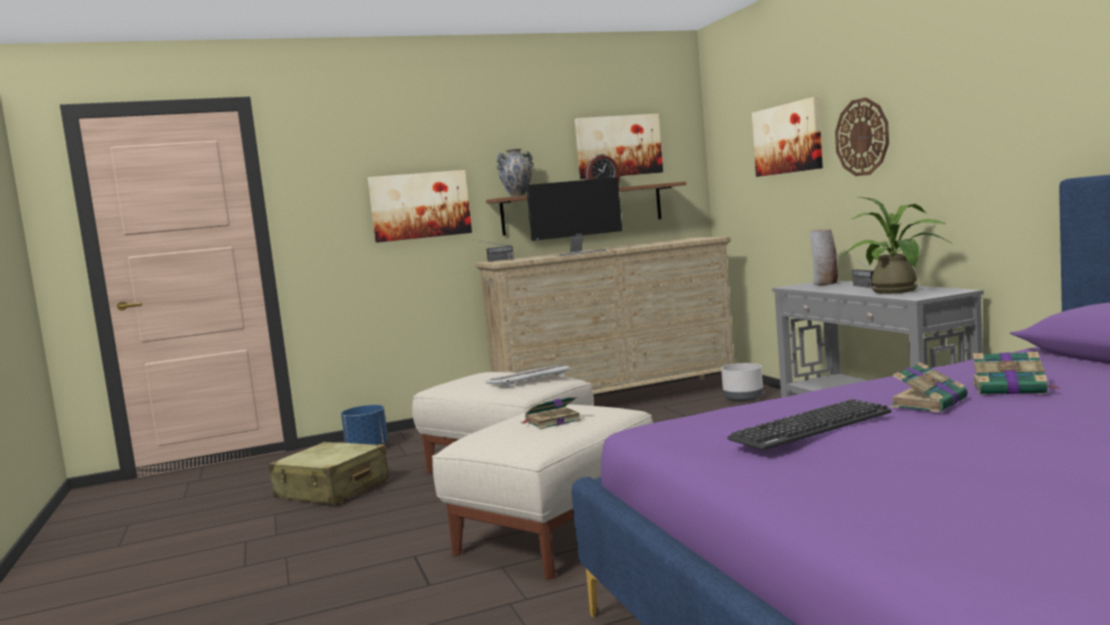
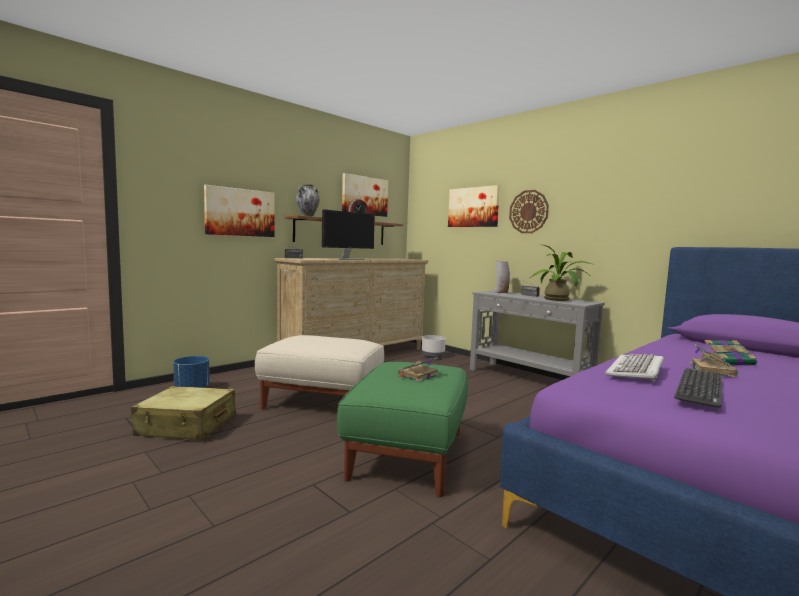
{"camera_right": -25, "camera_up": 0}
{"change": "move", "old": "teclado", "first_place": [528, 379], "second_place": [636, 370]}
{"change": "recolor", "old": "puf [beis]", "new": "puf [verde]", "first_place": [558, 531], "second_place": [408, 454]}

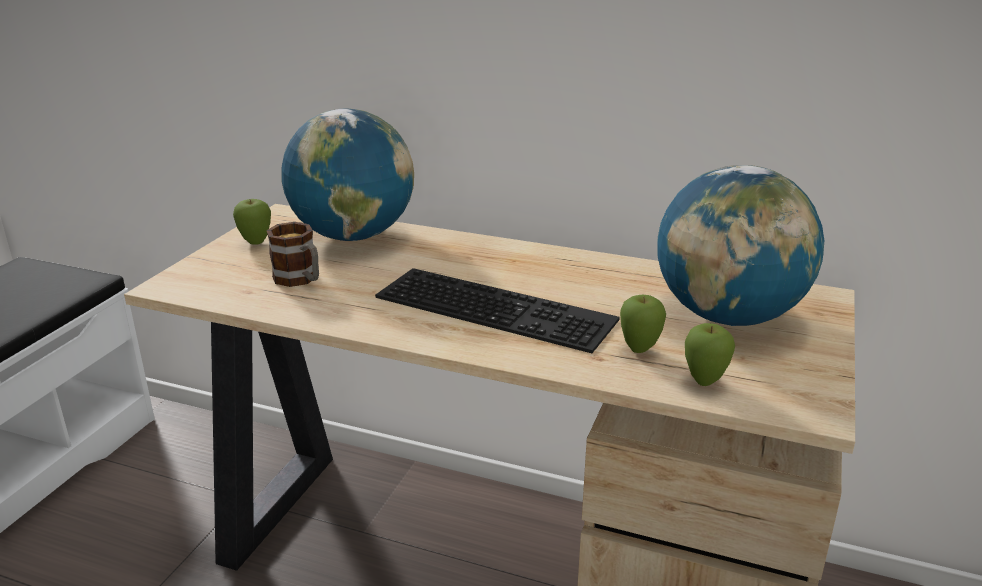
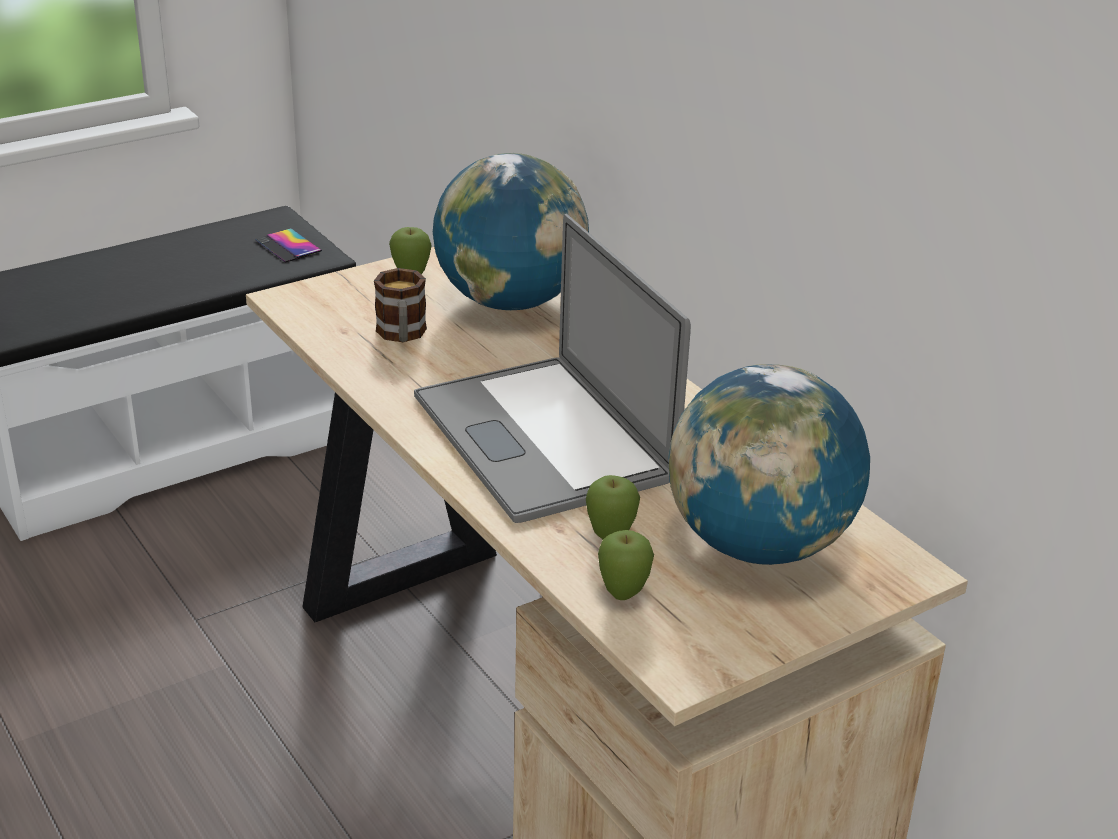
{"camera_right": 35, "camera_up": 5}
{"change": "replace", "old": "teclado", "new": "portátil", "first_place": [498, 307], "second_place": [542, 437]}
{"change": "insert", "new": "móvil", "second_place": [288, 246]}

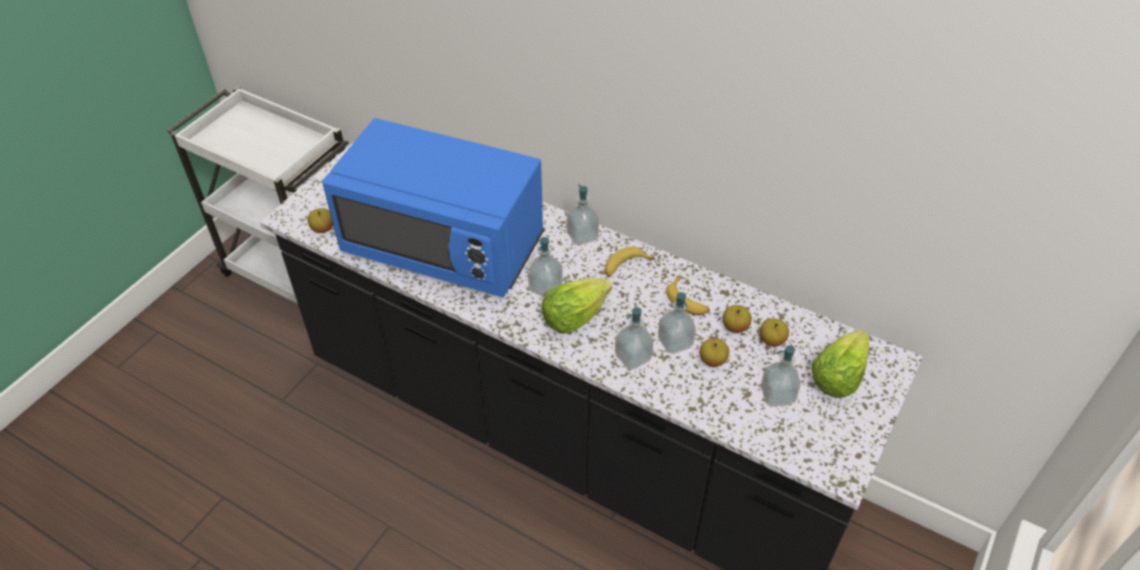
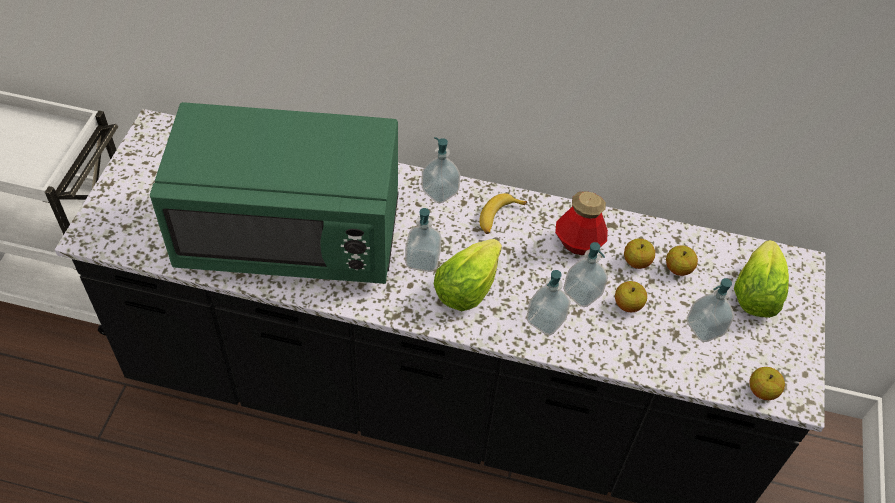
{"camera_right": -20, "camera_up": 5}
{"change": "recolor", "old": "microondas [azul]", "new": "microondas [verde]", "first_place": [445, 246], "second_place": [291, 235]}
{"change": "move", "old": "manzana", "first_place": [323, 229], "second_place": [762, 391]}
{"change": "replace", "old": "plátano", "new": "botella", "first_place": [687, 301], "second_place": [578, 243]}

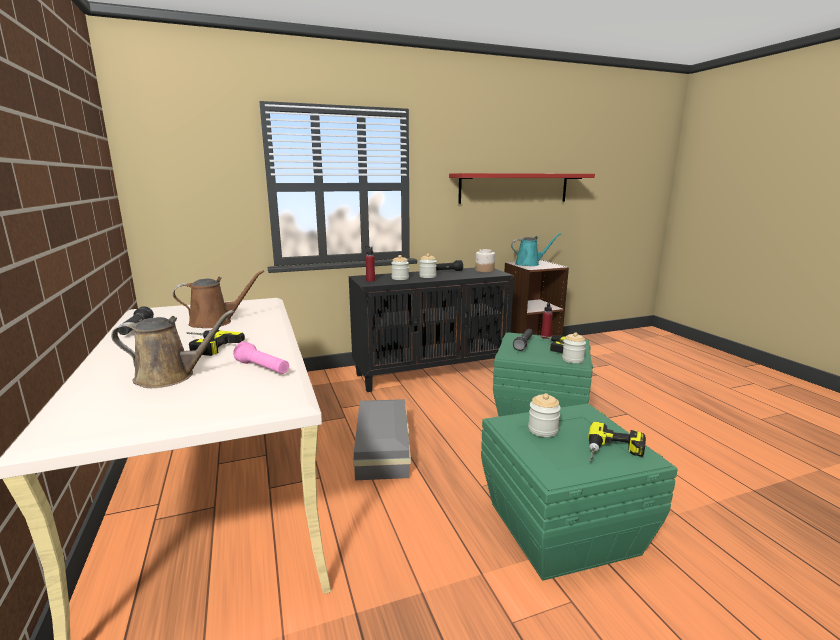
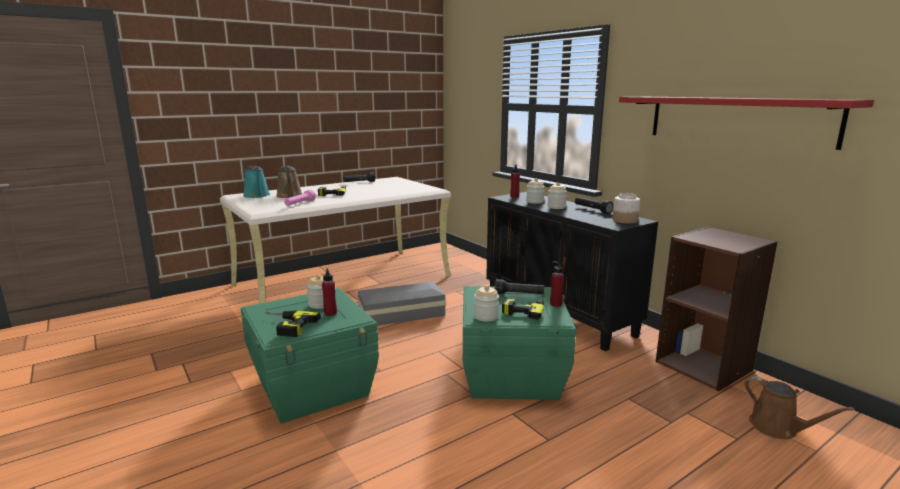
{"camera_right": 75, "camera_up": 0}
{"change": "move", "old": "regadera [turquesa]", "first_place": [529, 264], "second_place": [257, 195]}
{"change": "move", "old": "regadera [marrón]", "first_place": [215, 322], "second_place": [777, 428]}
{"change": "insert", "new": "botella [rojo]", "second_place": [330, 313]}

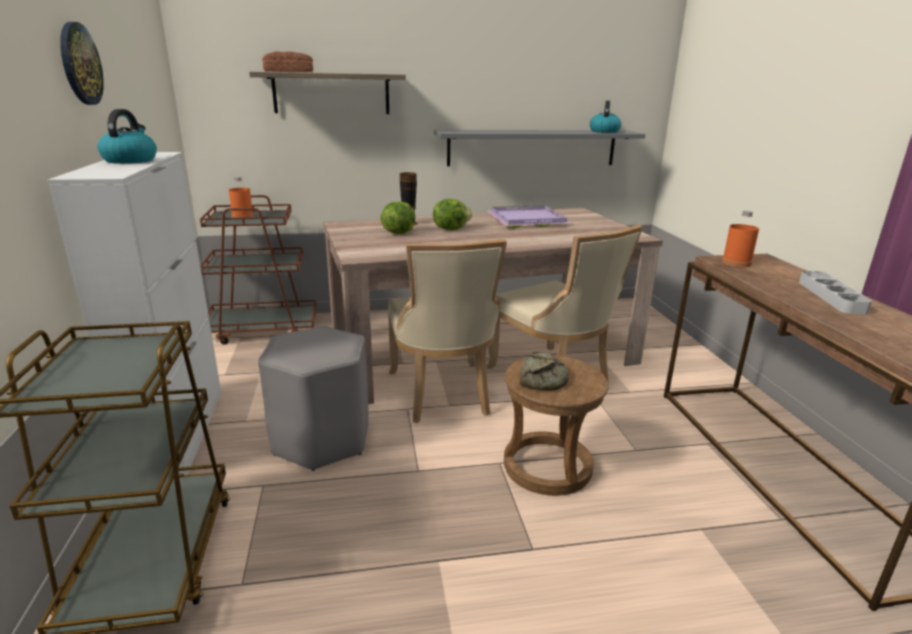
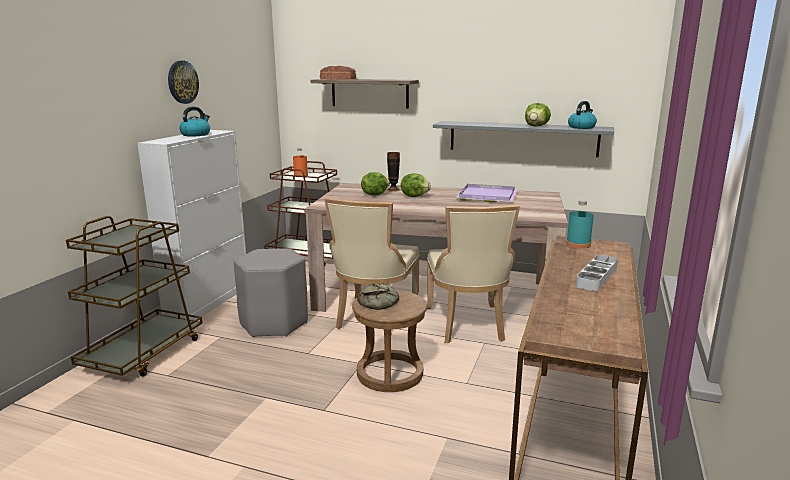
{"camera_right": 30, "camera_up": -5}
{"change": "recolor", "old": "botella [naranja]", "new": "botella [turquesa]", "first_place": [736, 263], "second_place": [578, 244]}
{"change": "insert", "new": "lechuga", "second_place": [536, 126]}

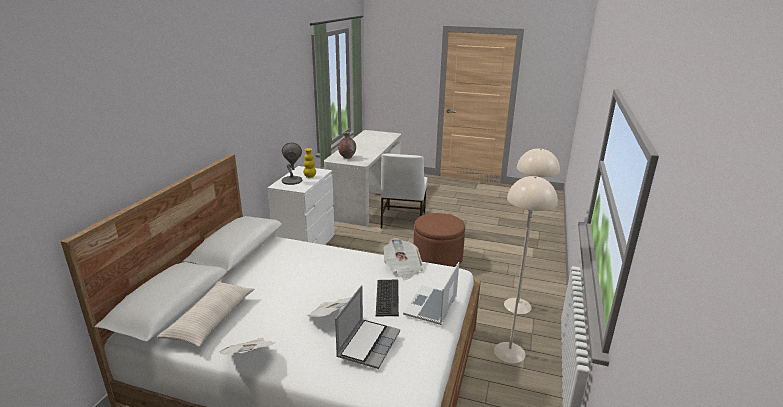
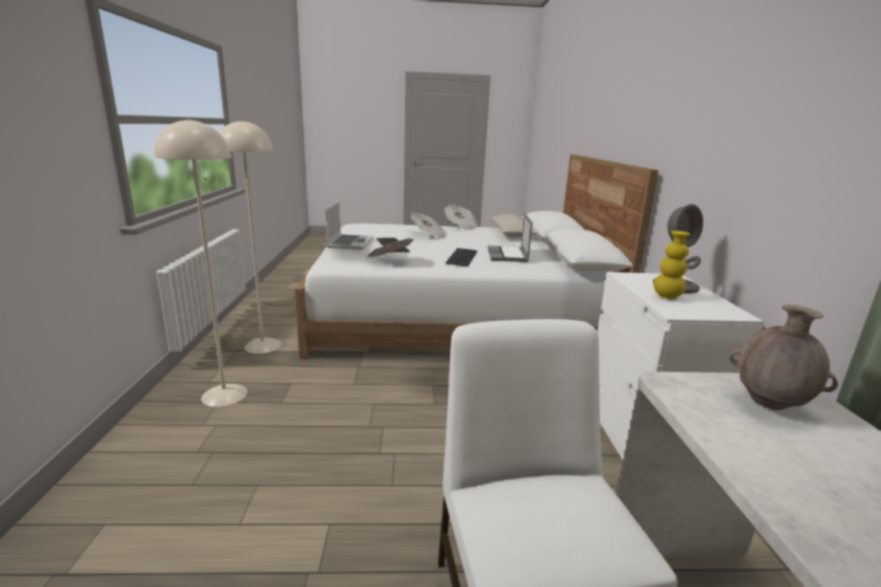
{"camera_right": 160, "camera_up": -5}
{"change": "delete", "old": "puf [marrón]", "first_place": [437, 258]}
{"change": "move", "old": "portátil", "first_place": [368, 344], "second_place": [508, 255]}
{"change": "insert", "new": "teclado", "second_place": [462, 257]}

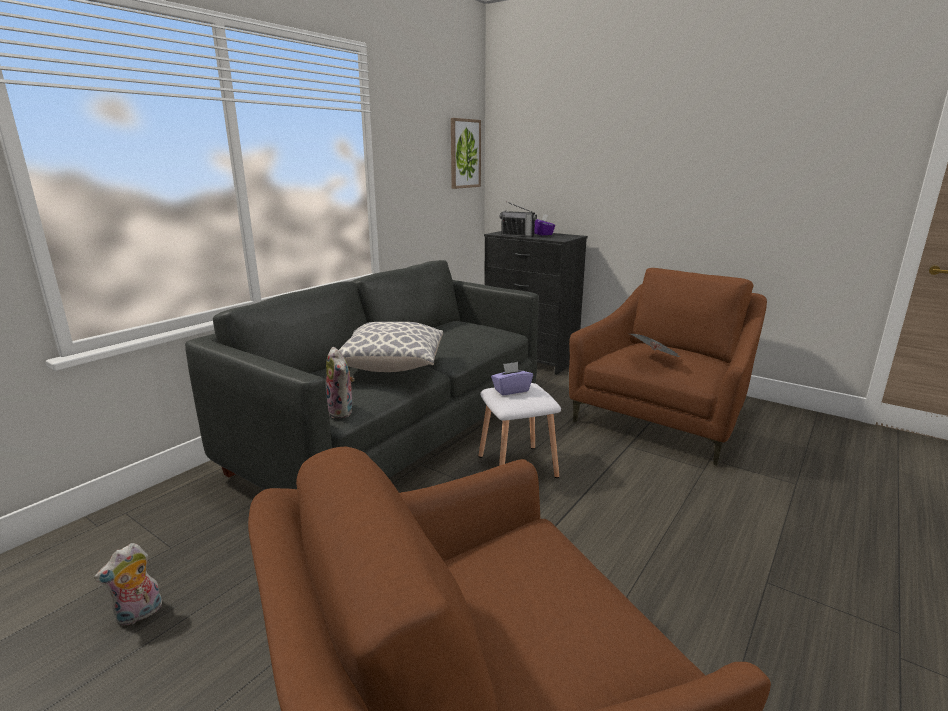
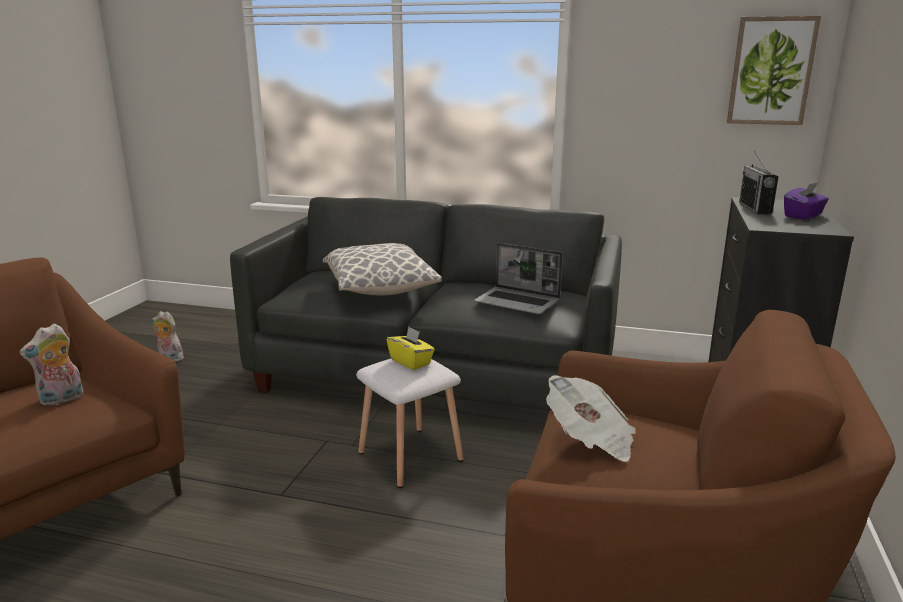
{"camera_right": 70, "camera_up": 0}
{"change": "move", "old": "peluche", "first_place": [342, 411], "second_place": [61, 400]}
{"change": "recolor", "old": "caja de pañuelos [morado]", "new": "caja de pañuelos [amarillo]", "first_place": [511, 390], "second_place": [411, 362]}
{"change": "insert", "new": "portátil", "second_place": [518, 302]}

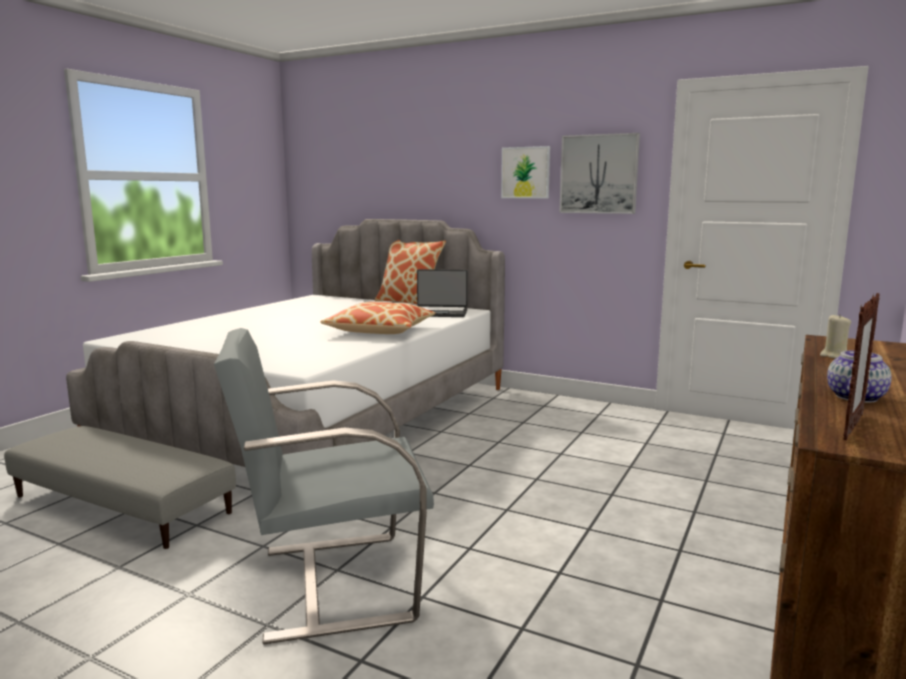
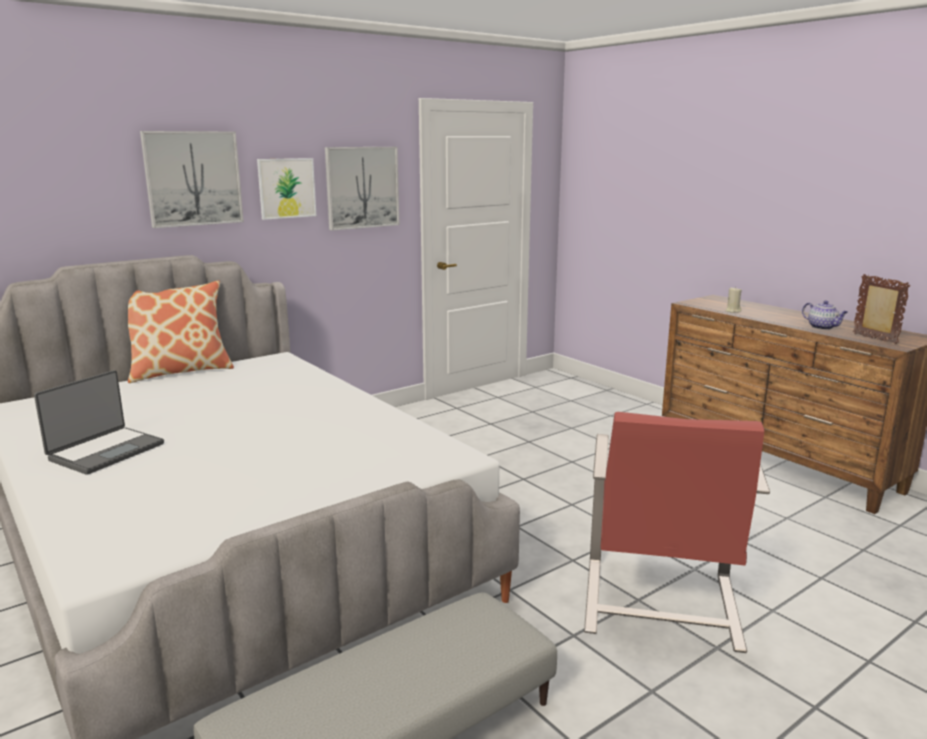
{"camera_right": -65, "camera_up": 5}
{"change": "move", "old": "portátil", "first_place": [440, 313], "second_place": [105, 451]}
{"change": "delete", "old": "cojín", "first_place": [380, 330]}
{"change": "recolor", "old": "sillón [gris]", "new": "sillón [rojo]", "first_place": [333, 583], "second_place": [660, 605]}
{"change": "insert", "new": "cuadro", "second_place": [193, 178]}

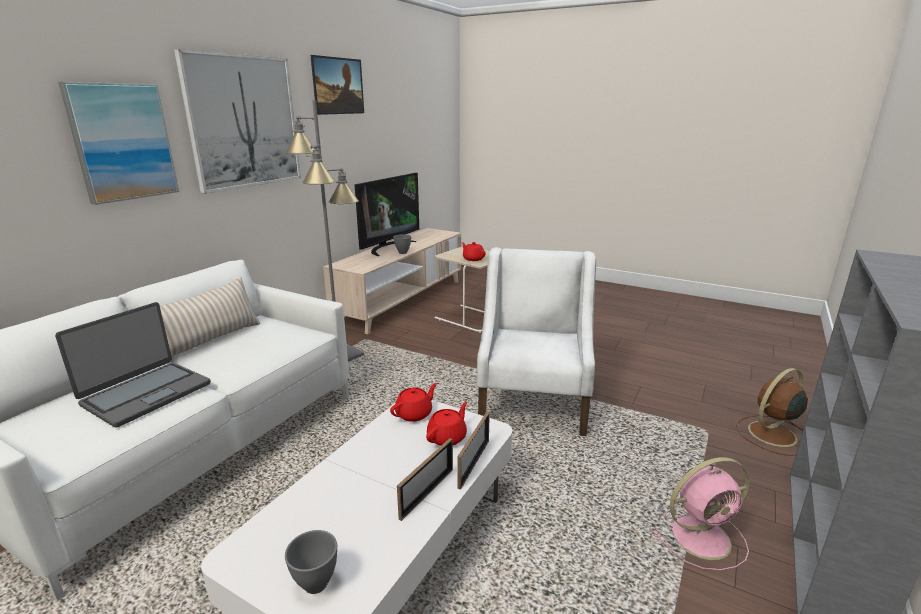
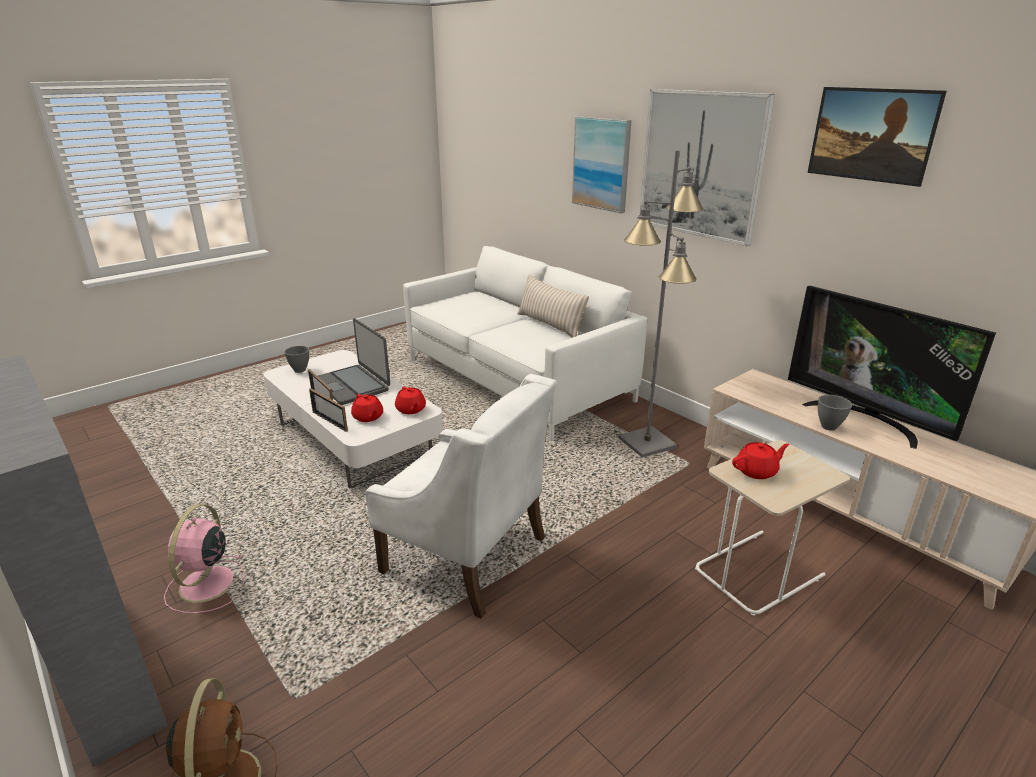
{"camera_right": 110, "camera_up": 5}
{"change": "move", "old": "portátil", "first_place": [146, 394], "second_place": [352, 385]}

